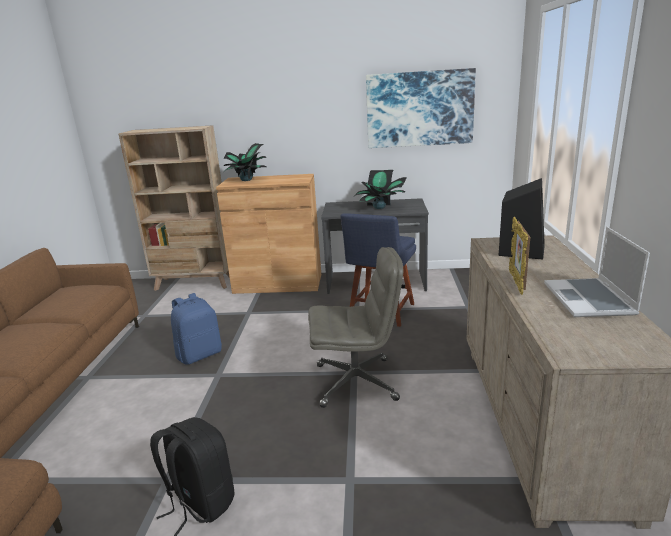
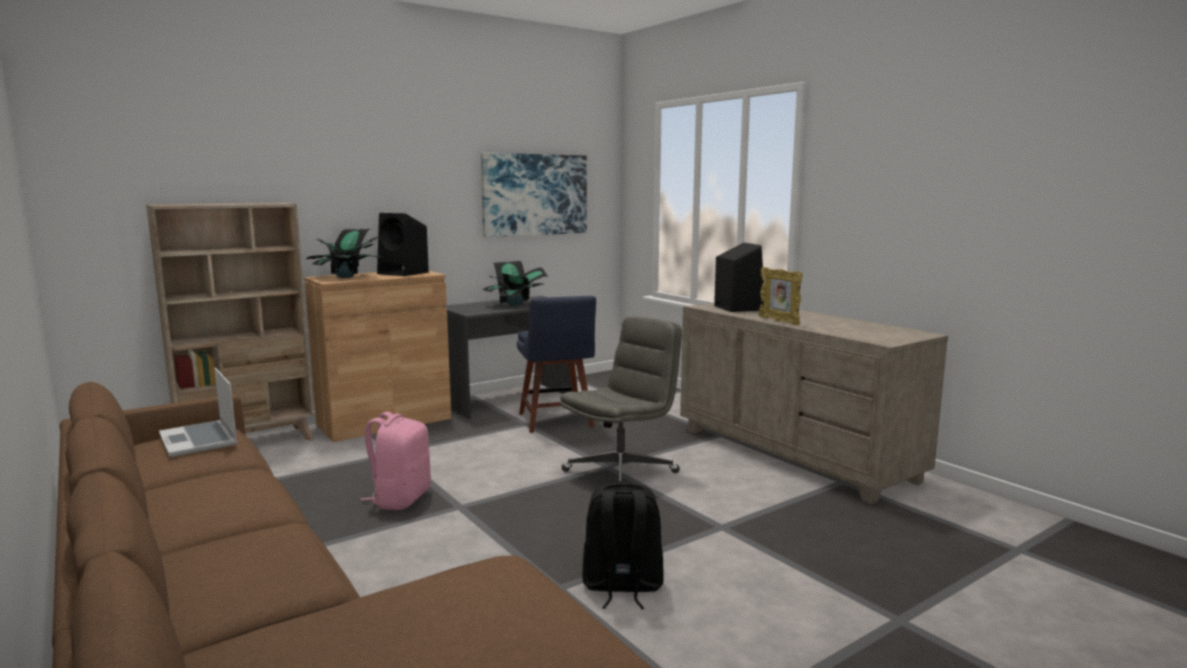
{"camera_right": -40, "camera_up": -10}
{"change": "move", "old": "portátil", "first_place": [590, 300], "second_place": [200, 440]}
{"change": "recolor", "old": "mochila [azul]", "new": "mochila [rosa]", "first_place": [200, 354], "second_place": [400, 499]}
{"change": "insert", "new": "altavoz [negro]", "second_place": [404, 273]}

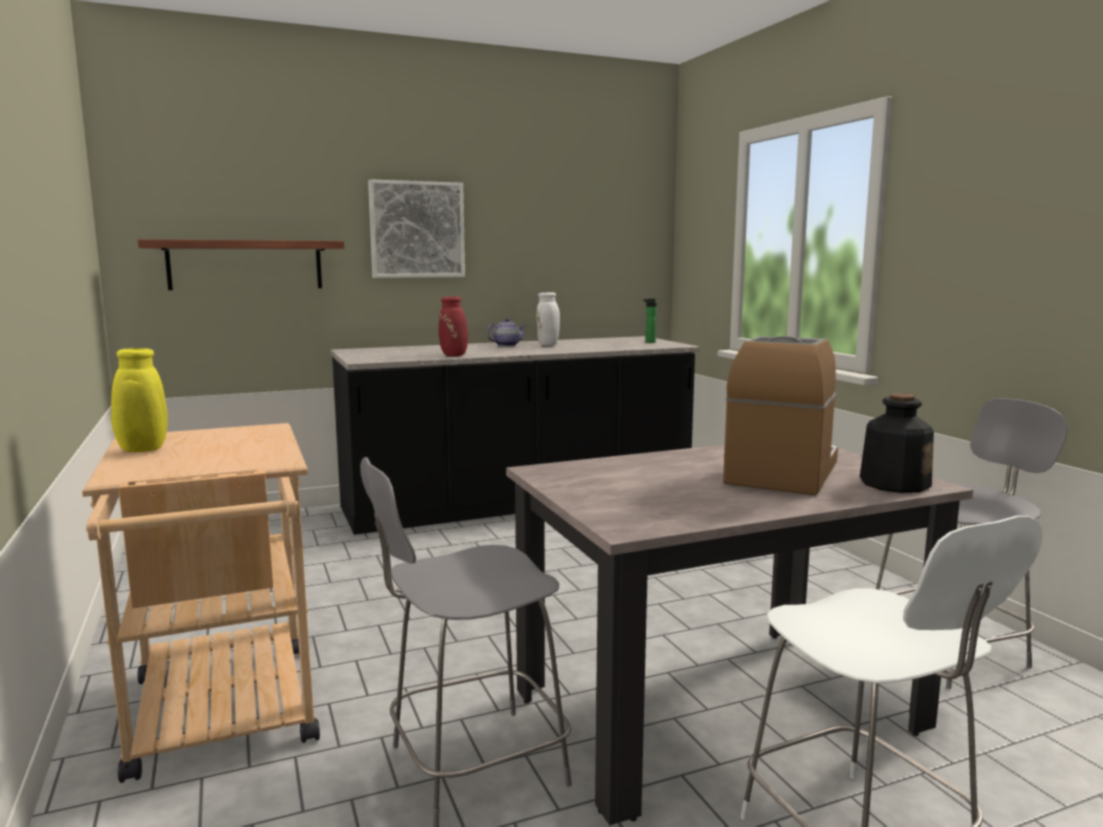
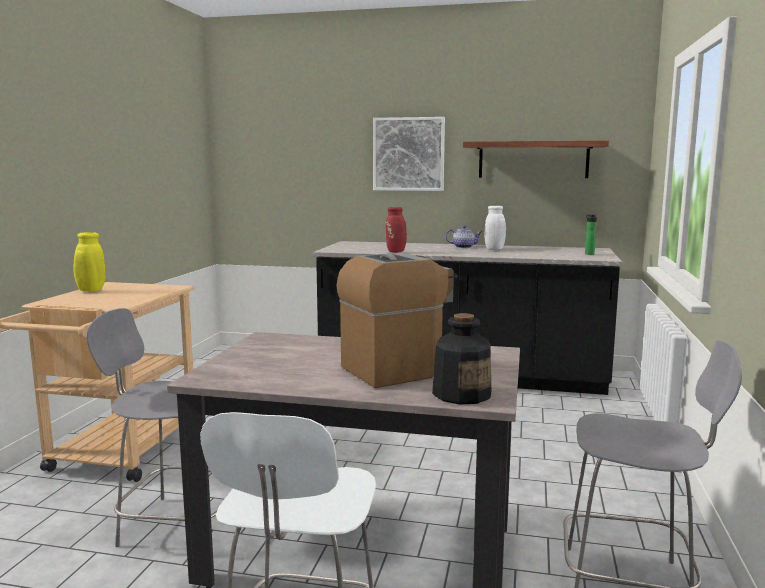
{"camera_right": 35, "camera_up": 0}
{"change": "move", "old": "estante", "first_place": [245, 265], "second_place": [533, 160]}

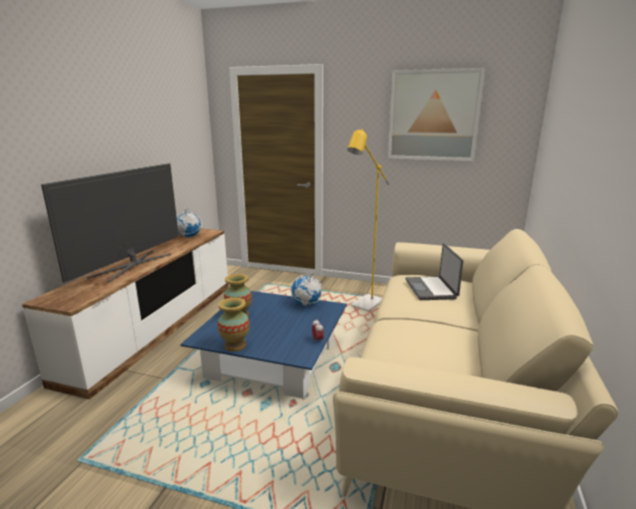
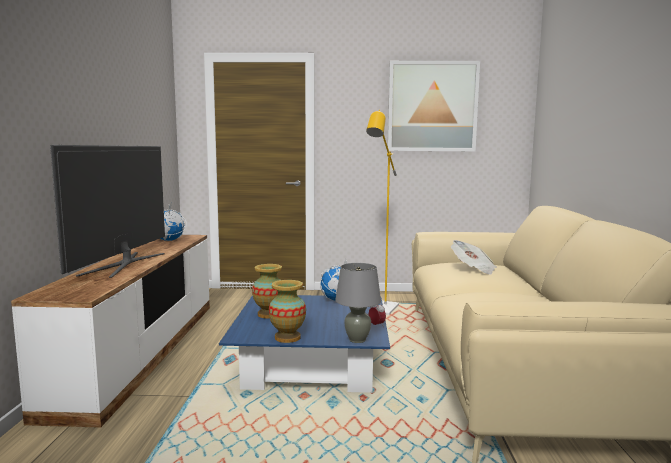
{"camera_right": -15, "camera_up": -10}
{"change": "replace", "old": "portátil", "new": "periódico", "first_place": [431, 289], "second_place": [473, 269]}
{"change": "insert", "new": "lámpara de mesa [gris]", "second_place": [357, 340]}

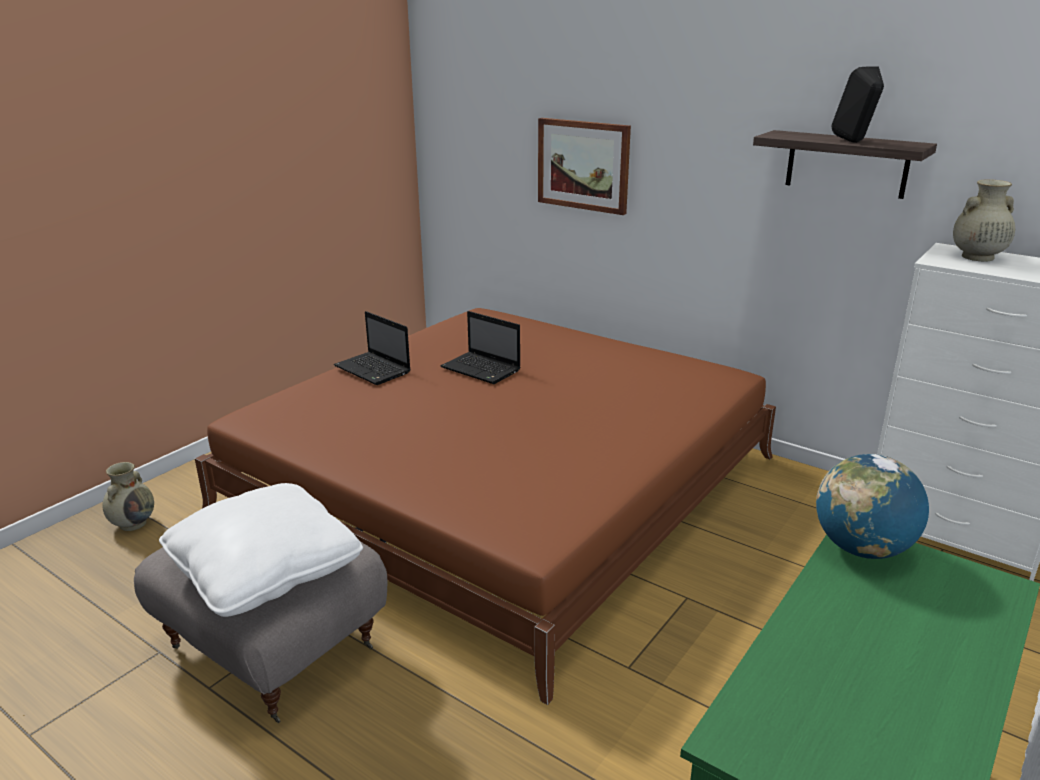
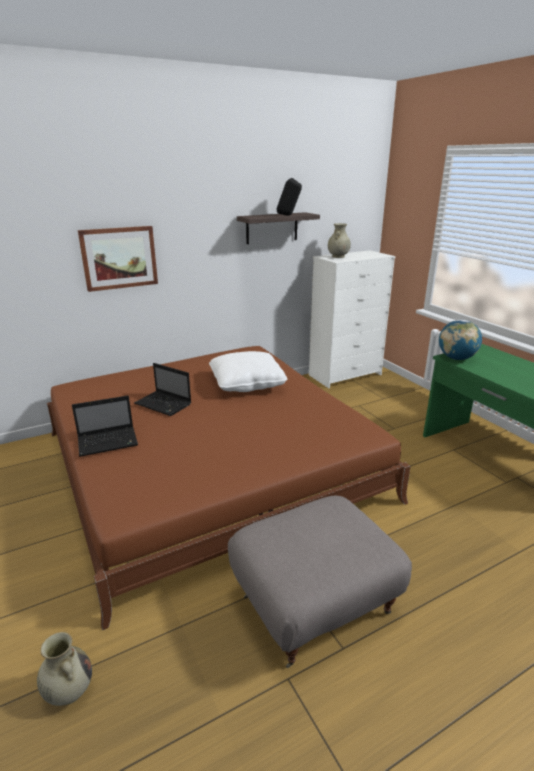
{"camera_right": -65, "camera_up": 0}
{"change": "rotate", "old": "portátil", "first_place": [482, 369], "second_place": [164, 404], "degrees": 60}
{"change": "move", "old": "cojín [blanco]", "first_place": [265, 570], "second_place": [247, 383]}

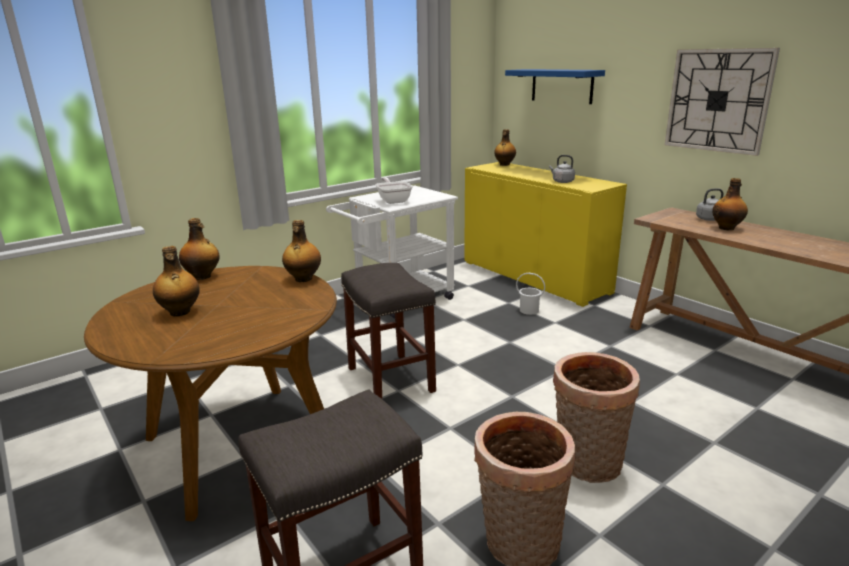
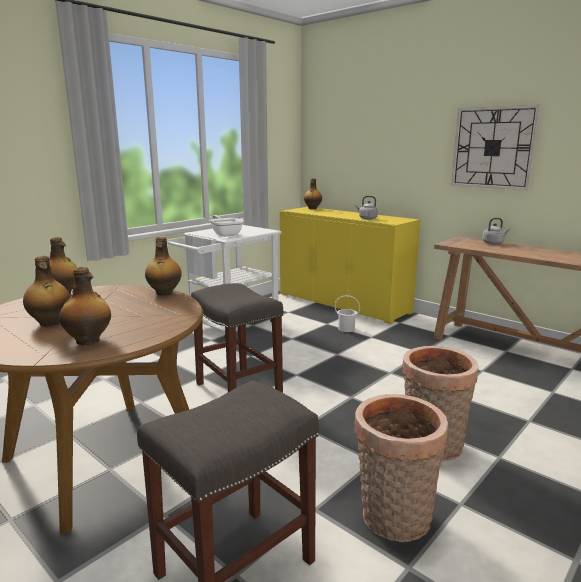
{"camera_right": -10, "camera_up": -5}
{"change": "delete", "old": "estante [azul]", "first_place": [562, 86]}
{"change": "move", "old": "botella", "first_place": [727, 228], "second_place": [89, 340]}

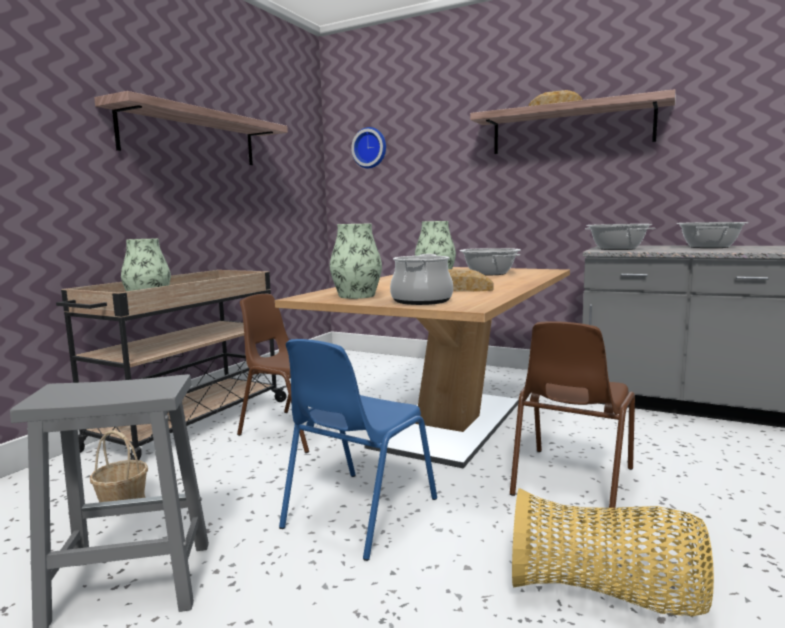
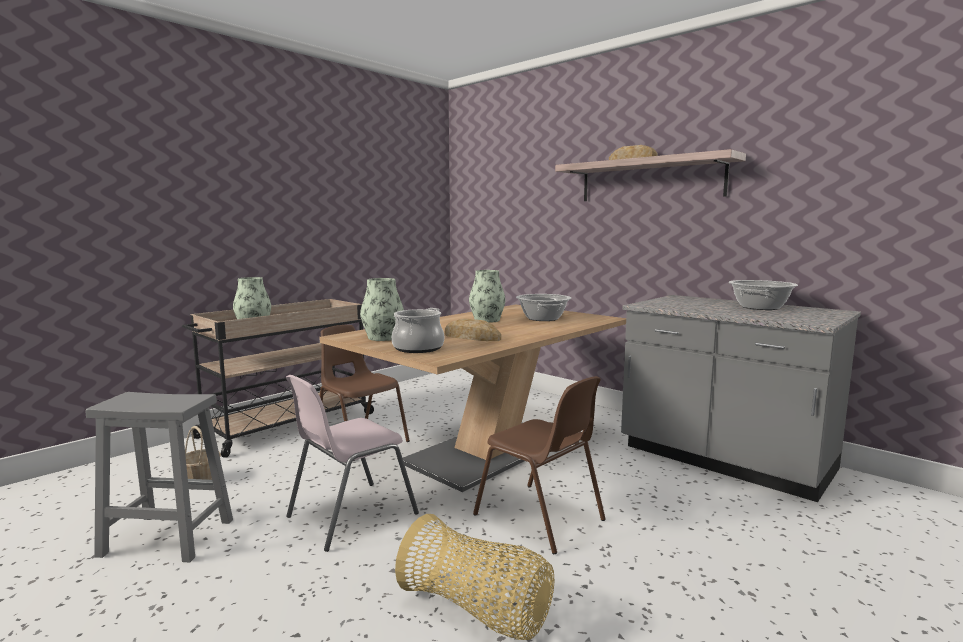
{"camera_right": 15, "camera_up": 0}
{"change": "delete", "old": "estante", "first_place": [191, 137]}
{"change": "delete", "old": "reloj de pared", "first_place": [370, 148]}
{"change": "delete", "old": "olla", "first_place": [617, 249]}
{"change": "rotate", "old": "silla [marrón]", "first_place": [570, 482], "second_place": [540, 518], "degrees": -90}
{"change": "recolor", "old": "silla [azul]", "new": "silla [rosa]", "first_place": [358, 513], "second_place": [350, 515]}

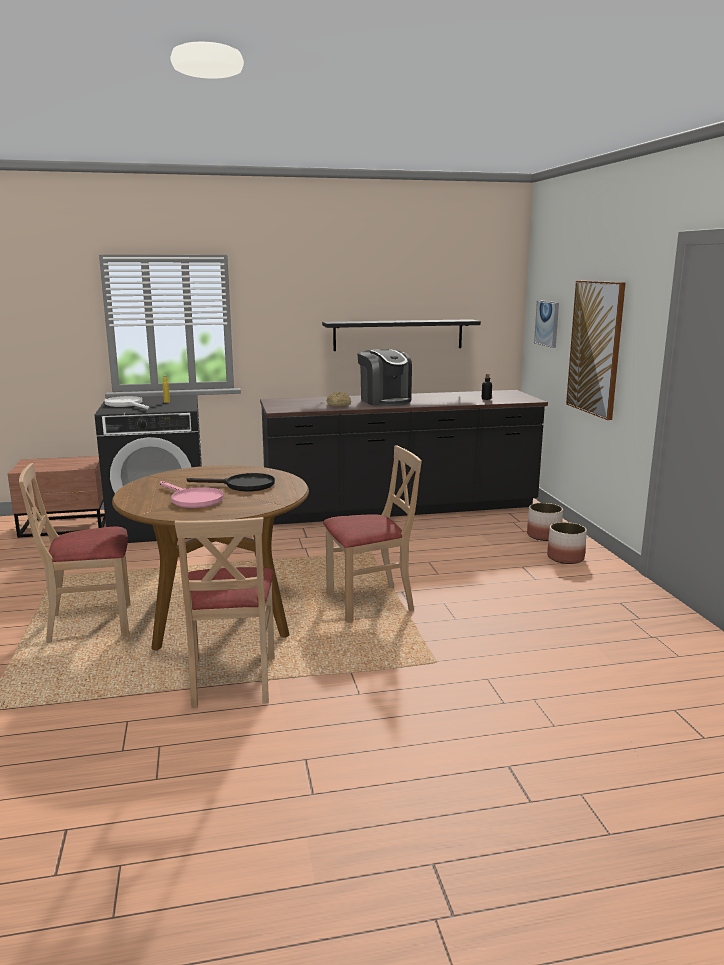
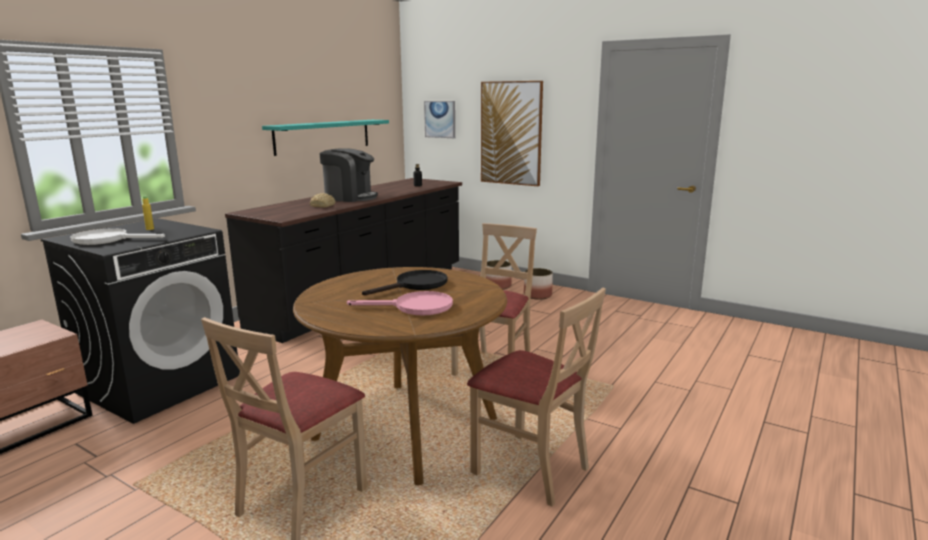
{"camera_right": -45, "camera_up": 0}
{"change": "recolor", "old": "estante [negro]", "new": "estante [turquesa]", "first_place": [398, 335], "second_place": [323, 136]}

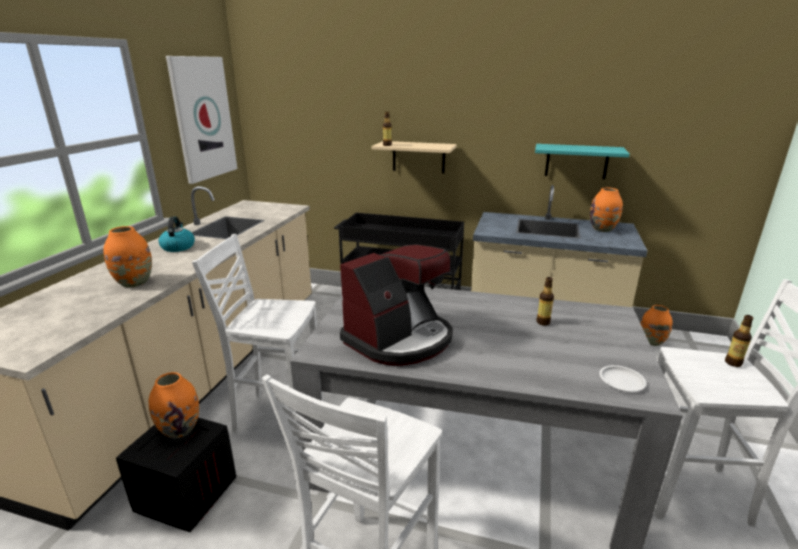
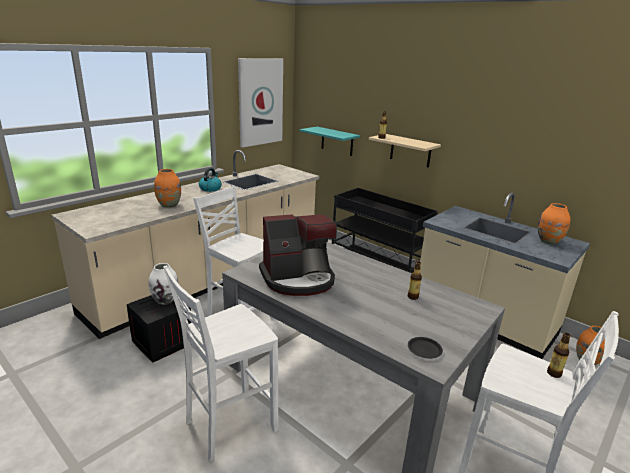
{"camera_right": 25, "camera_up": 0}
{"change": "move", "old": "estante [turquesa]", "first_place": [576, 161], "second_place": [337, 141]}
{"change": "recolor", "old": "plato [blanco]", "new": "plato [negro]", "first_place": [621, 381], "second_place": [424, 350]}
{"change": "recolor", "old": "florero [naranja]", "new": "florero [blanco]", "first_place": [180, 429], "second_place": [165, 300]}

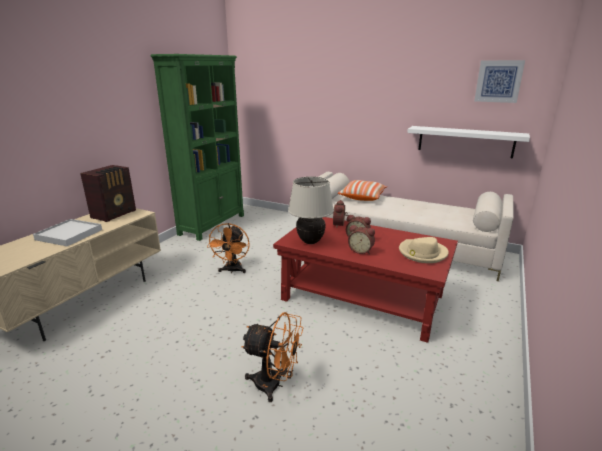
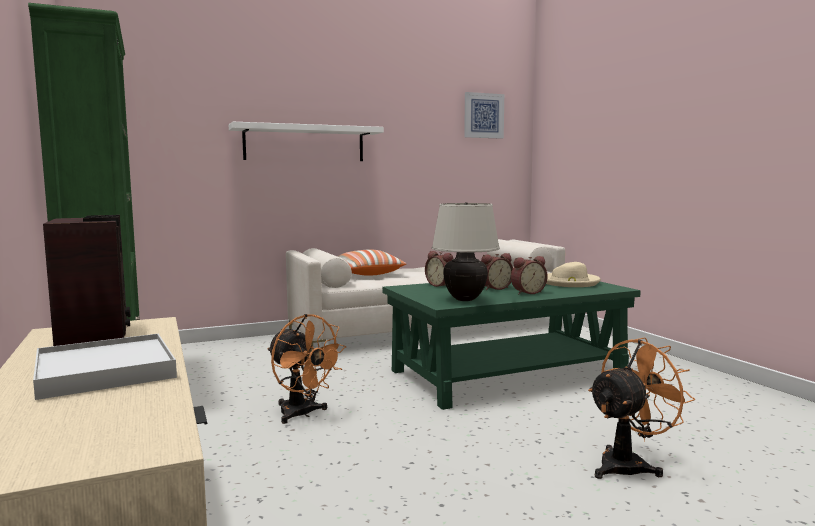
{"camera_right": -50, "camera_up": -15}
{"change": "move", "old": "estante [blanco]", "first_place": [465, 141], "second_place": [304, 143]}
{"change": "recolor", "old": "mesa de centro [rojo]", "new": "mesa de centro [verde]", "first_place": [363, 297], "second_place": [507, 373]}

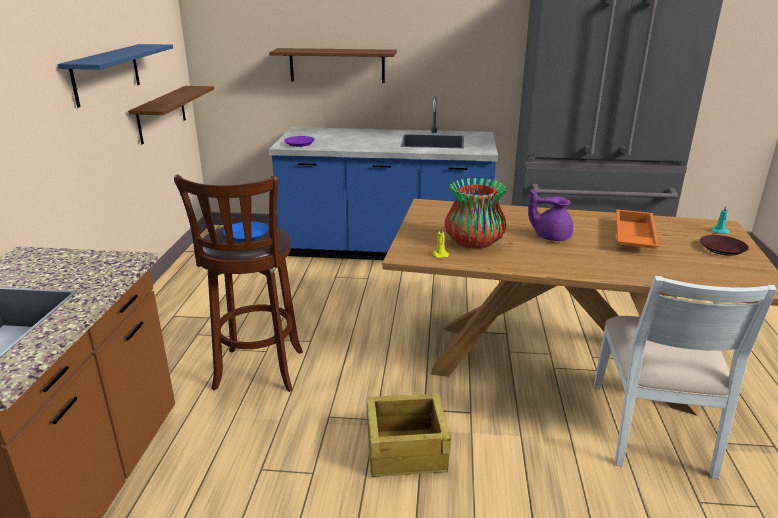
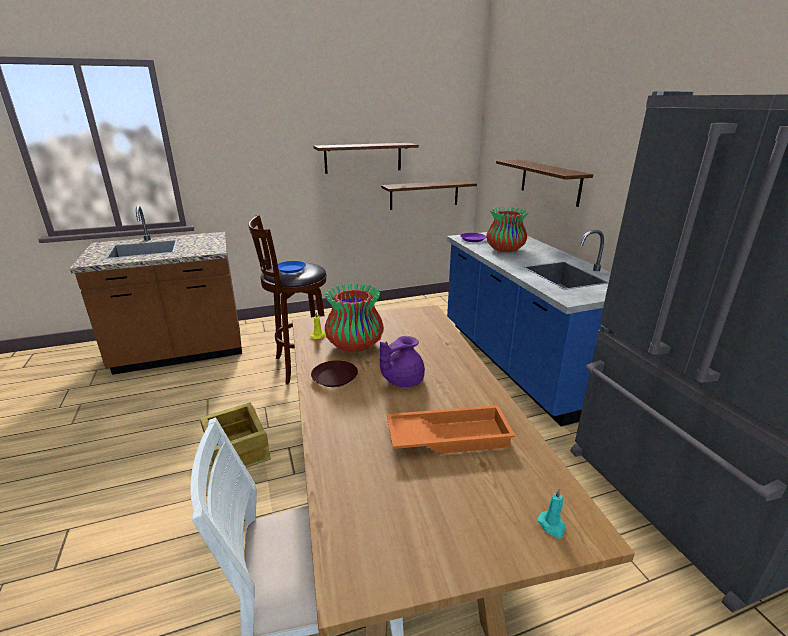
{"camera_right": 65, "camera_up": 0}
{"change": "recolor", "old": "estante [azul]", "new": "estante [marrón]", "first_place": [106, 74], "second_place": [363, 158]}
{"change": "rotate", "old": "tetera [morado]", "first_place": [550, 236], "second_place": [402, 380], "degrees": -120}
{"change": "move", "old": "plato [marrón]", "first_place": [722, 249], "second_place": [334, 378]}
{"change": "insert", "new": "florero", "second_place": [505, 250]}

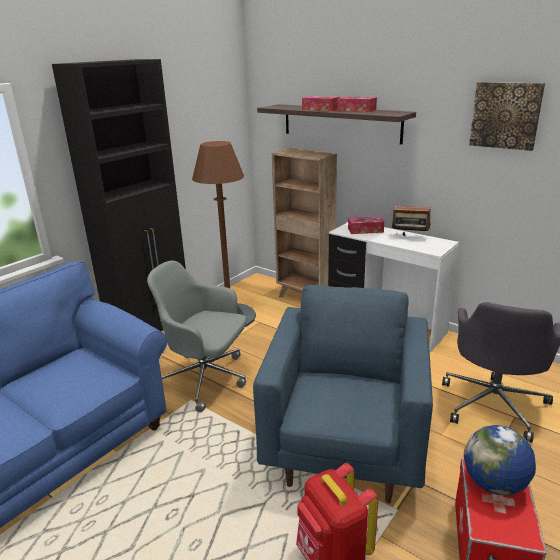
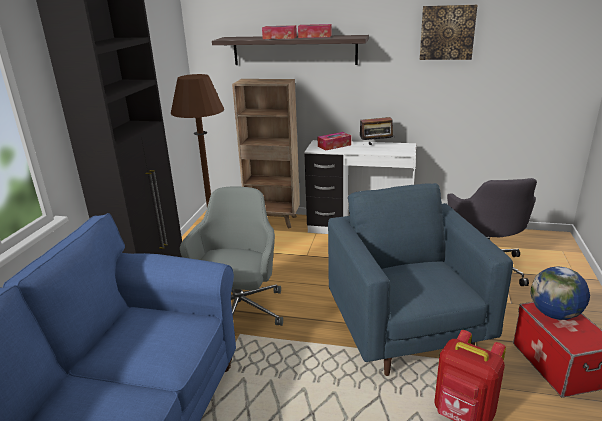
{"camera_right": -25, "camera_up": 0}
{"change": "rotate", "old": "silla de oficina [gris]", "first_place": [206, 379], "second_place": [238, 312], "degrees": 105}

